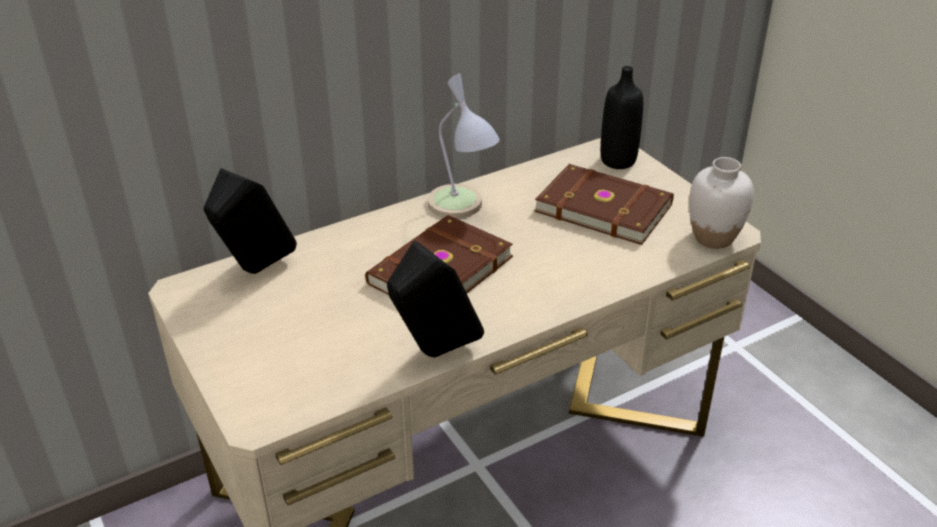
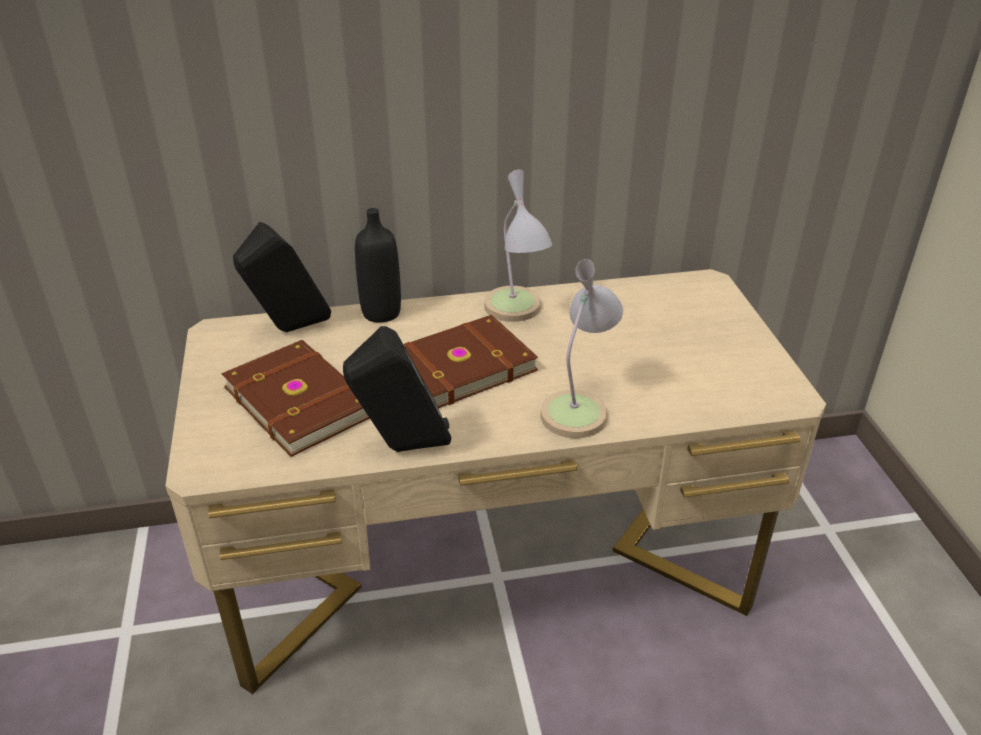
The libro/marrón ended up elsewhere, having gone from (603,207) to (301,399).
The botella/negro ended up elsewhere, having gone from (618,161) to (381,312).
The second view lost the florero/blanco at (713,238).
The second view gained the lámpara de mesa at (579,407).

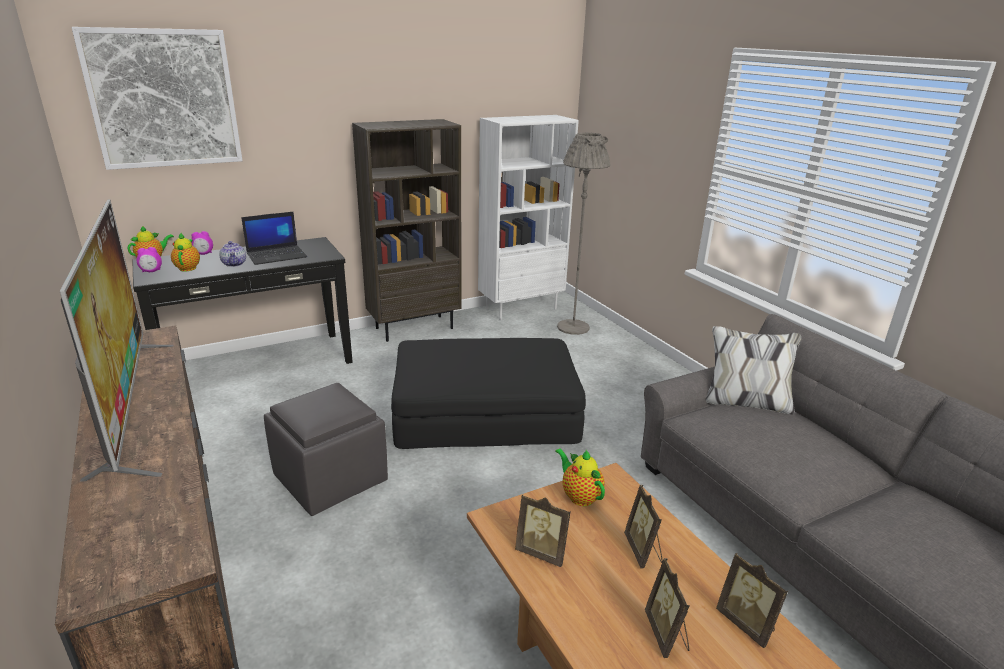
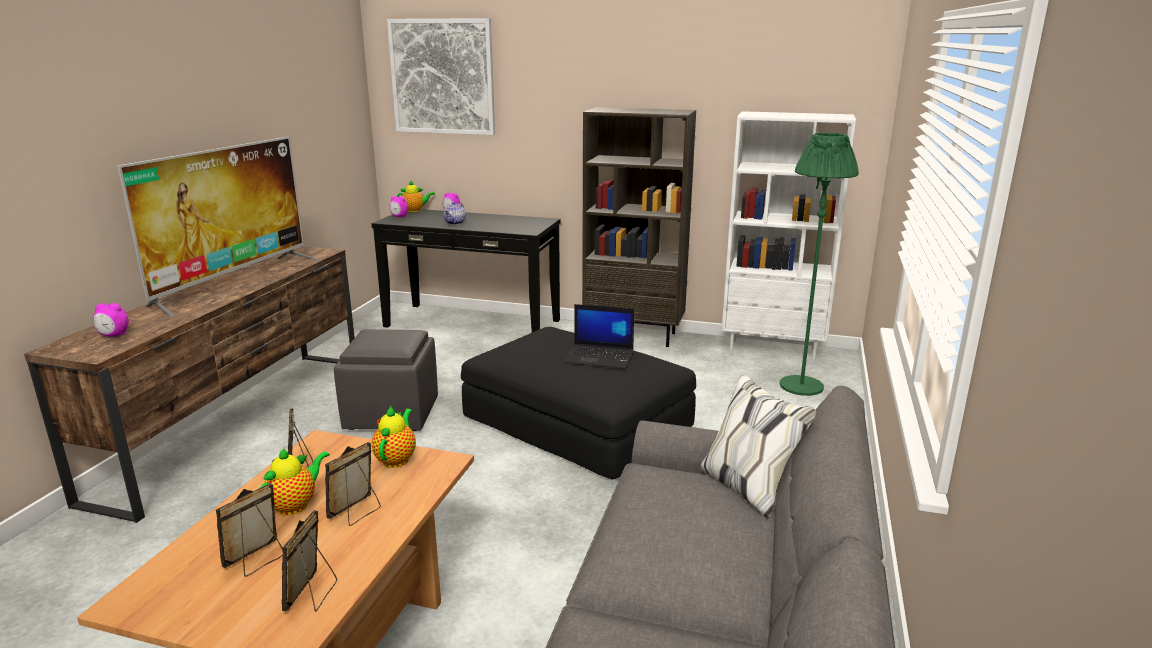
The tetera ended up elsewhere, having gone from (188,268) to (295,505).
The portátil ended up elsewhere, having gone from (277,255) to (600,357).
What was the lámpara de pie/gris at (573,327) turned into the lámpara de pie/verde at (801,386).
The second view gained the despertador at (114,335).

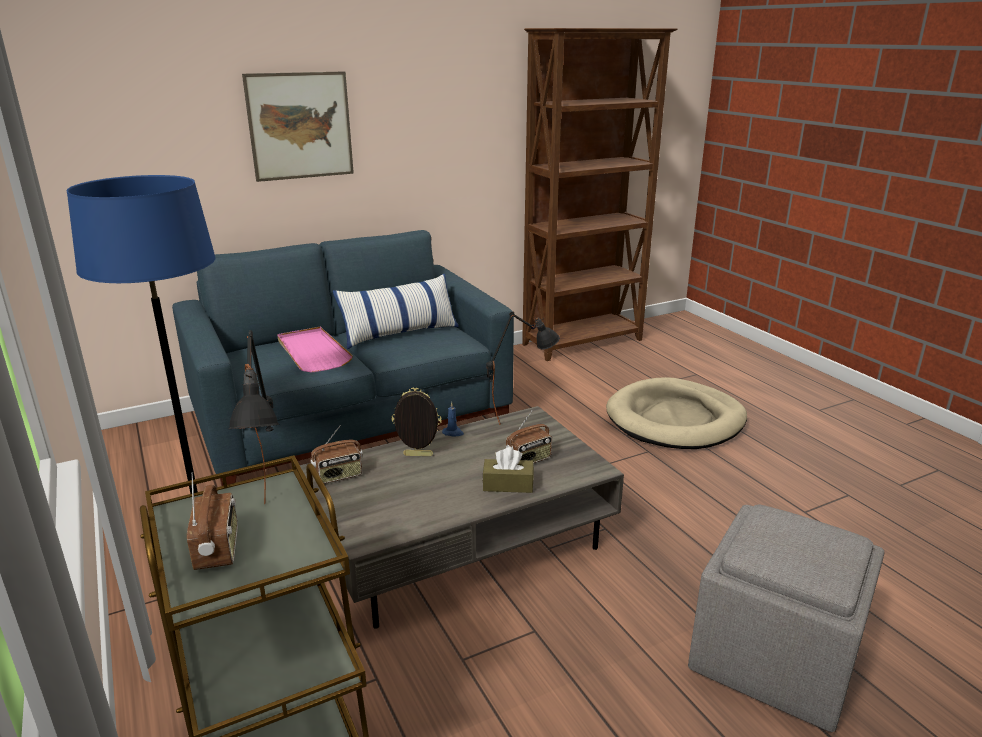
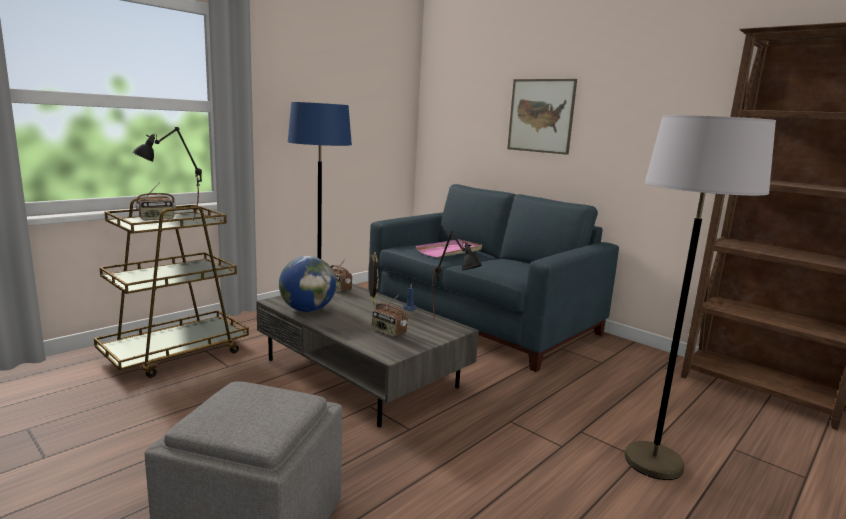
The second view lost the cojín at (399,333).
The second view lost the caja de pañuelos/marrón at (508,484).
Where the cama para perro/beis stood at (675,419), the lámpara de pie/gris came to stand at (653,462).
The second view gained the globo terráqueo at (307,310).

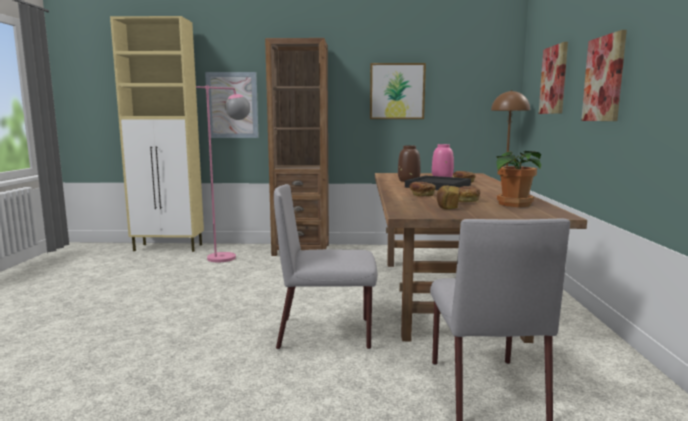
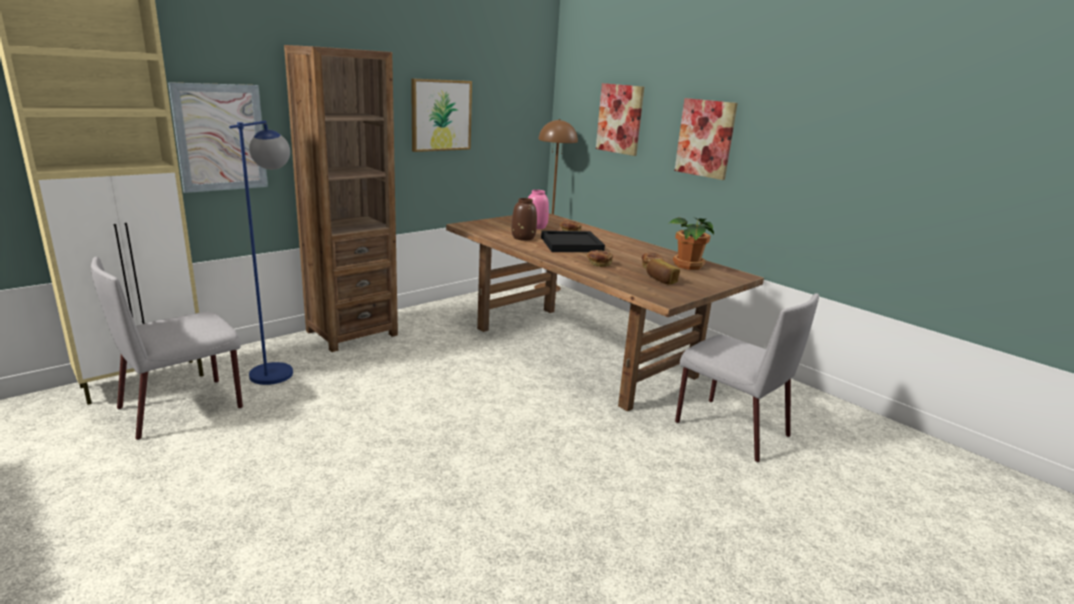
What was the lámpara de pie/rosa at (230,256) turned into the lámpara de pie/azul at (278,368).
The silla/gris ended up elsewhere, having gone from (327,333) to (183,407).

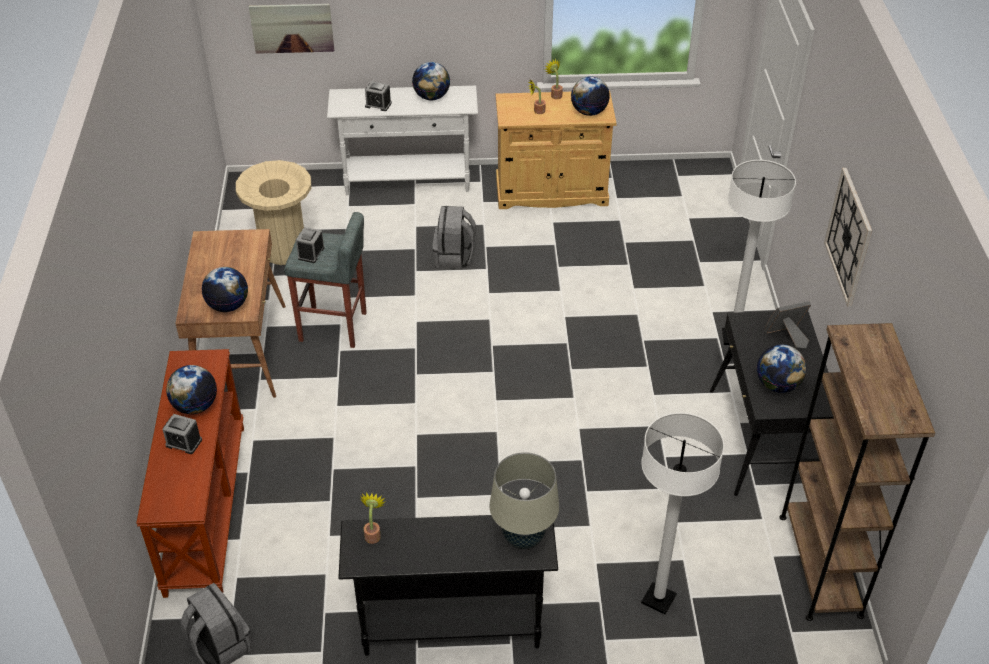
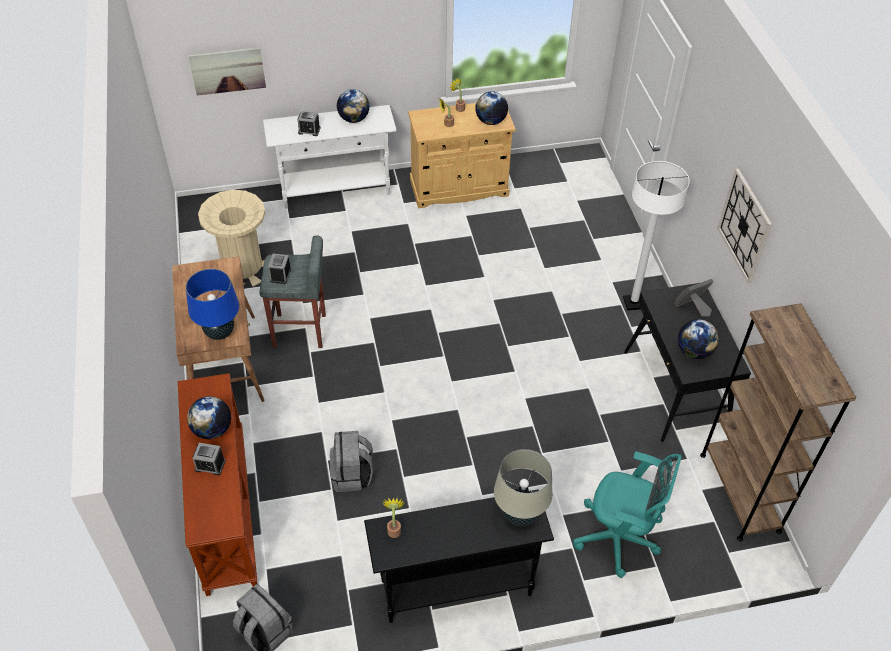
Where the globo terráqueo stood at (228,305), the lámpara de mesa/azul came to stand at (219,332).
The mochila/gris ended up elsewhere, having gone from (454,257) to (352,475).
Where the lámpara de pie/blanco stood at (658,599), the silla de oficina/turquesa came to stand at (619,539).

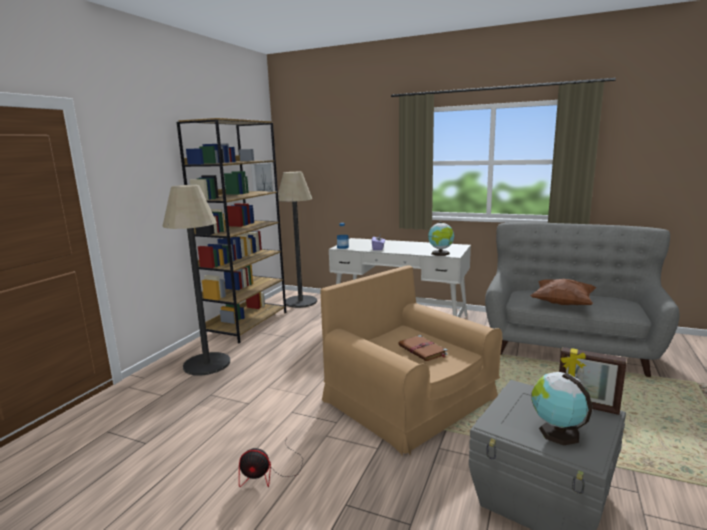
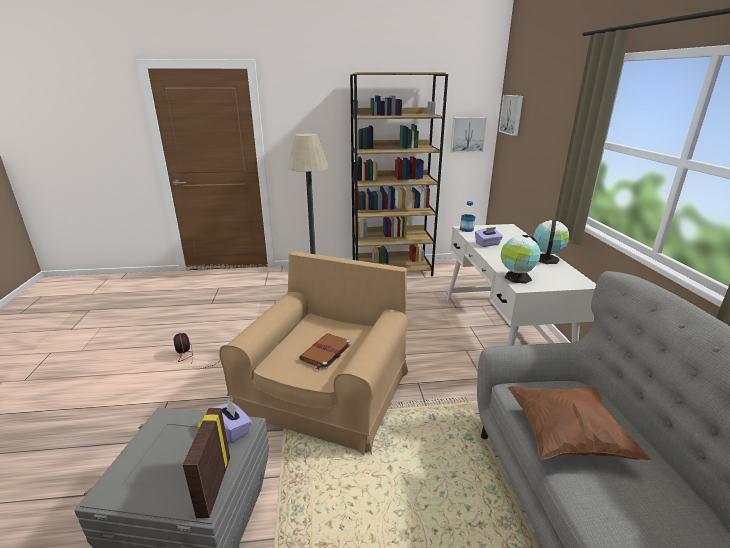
The second view lost the lámpara de pie at (300,302).
The globo terráqueo ended up elsewhere, having gone from (557,432) to (546,259).
The second view gained the caja de pañuelos/morado at (232,429).
The second view gained the cuadro at (512,114).

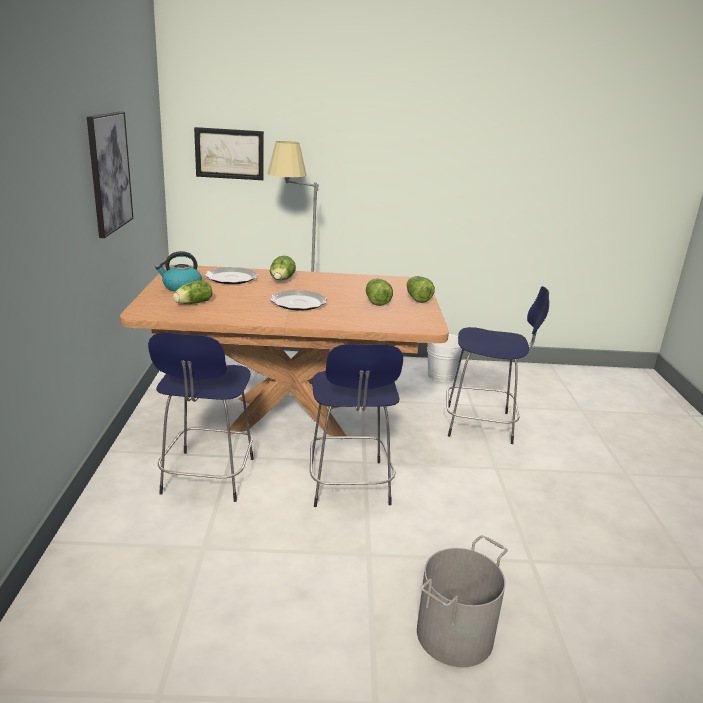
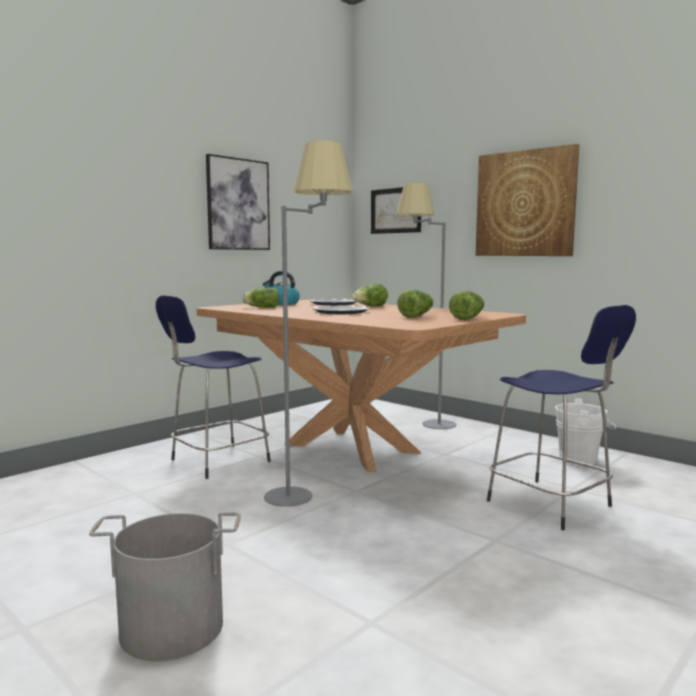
Where the taburete/azul stood at (349,485), the lámpara de pie/gris came to stand at (309,499).
The second view gained the cuadro at (525,204).

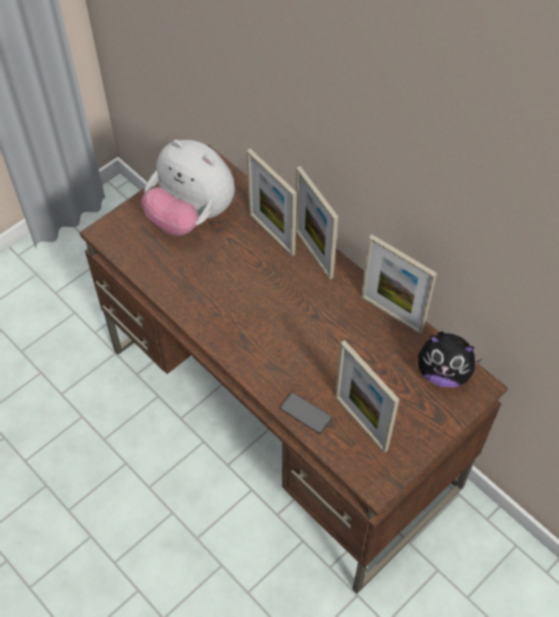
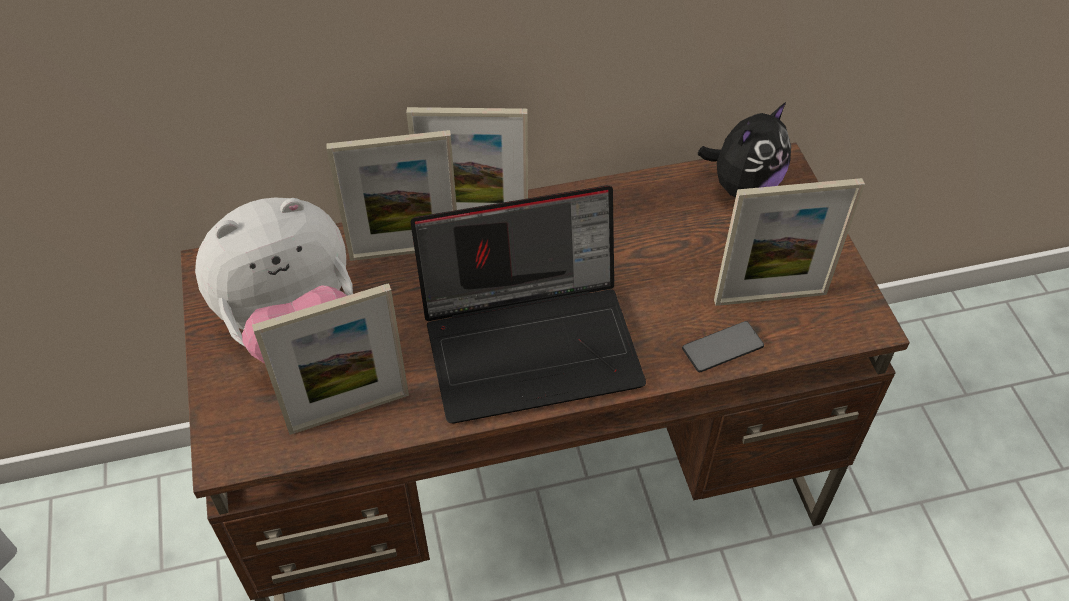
The portarretratos ended up elsewhere, having gone from (391,314) to (349,411).
The second view gained the portátil at (533,340).

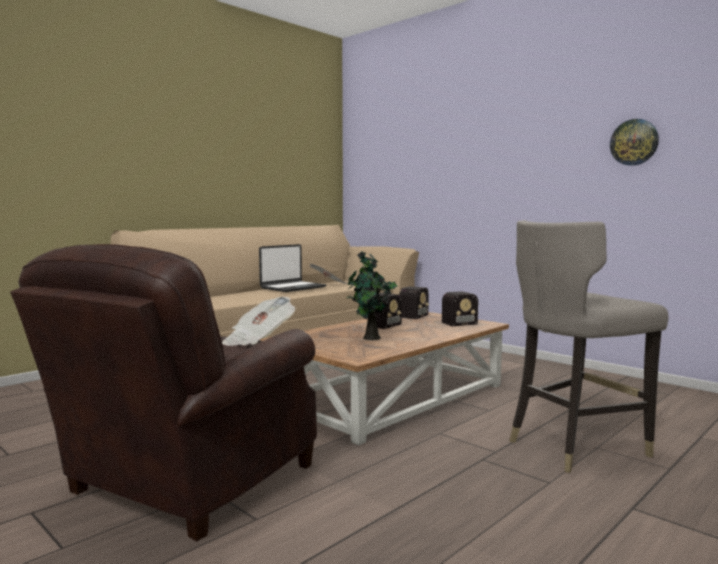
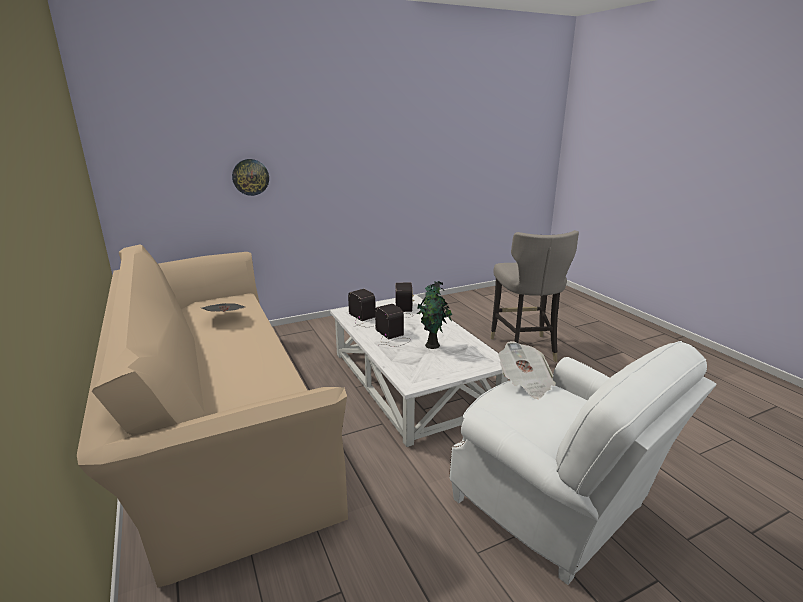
What was the sillón/marrón at (186,483) turned into the sillón/blanco at (555,507).
The second view lost the portátil at (292,287).
What was the mesa de centro/marrón at (390,396) turned into the mesa de centro/blanco at (410,382).
The reloj de pared ended up elsewhere, having gone from (634,142) to (250,177).

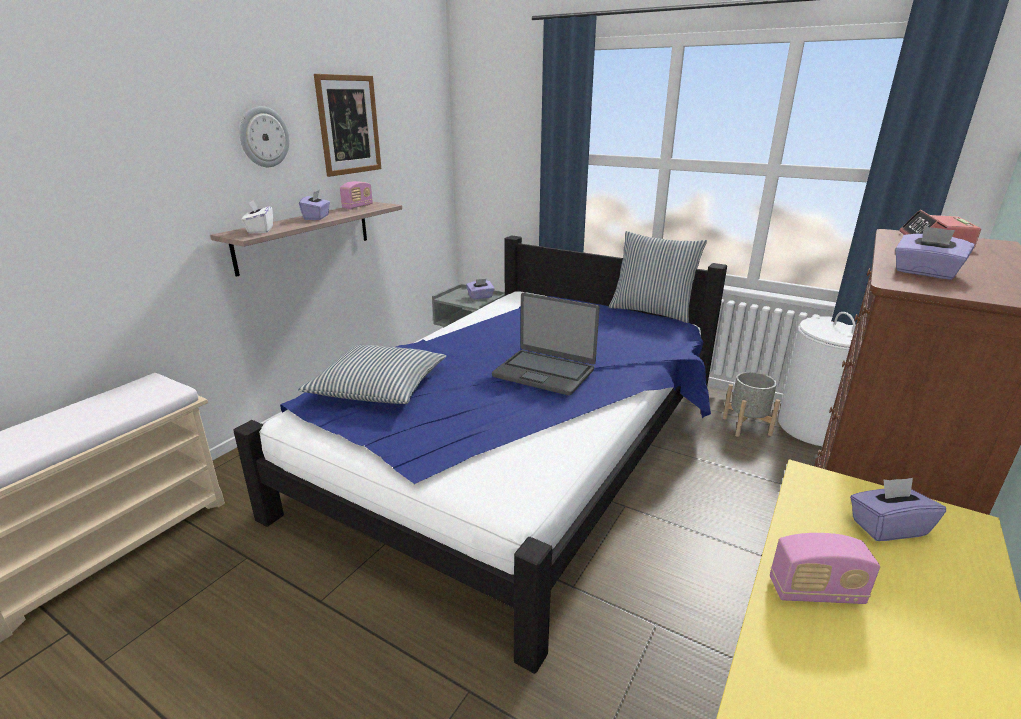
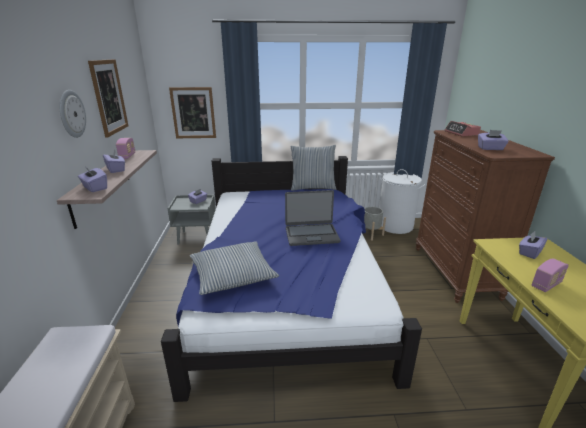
What was the caja de pañuelos/blanco at (260,230) turned into the caja de pañuelos/morado at (95,188).
The second view gained the cuadro at (193,113).

